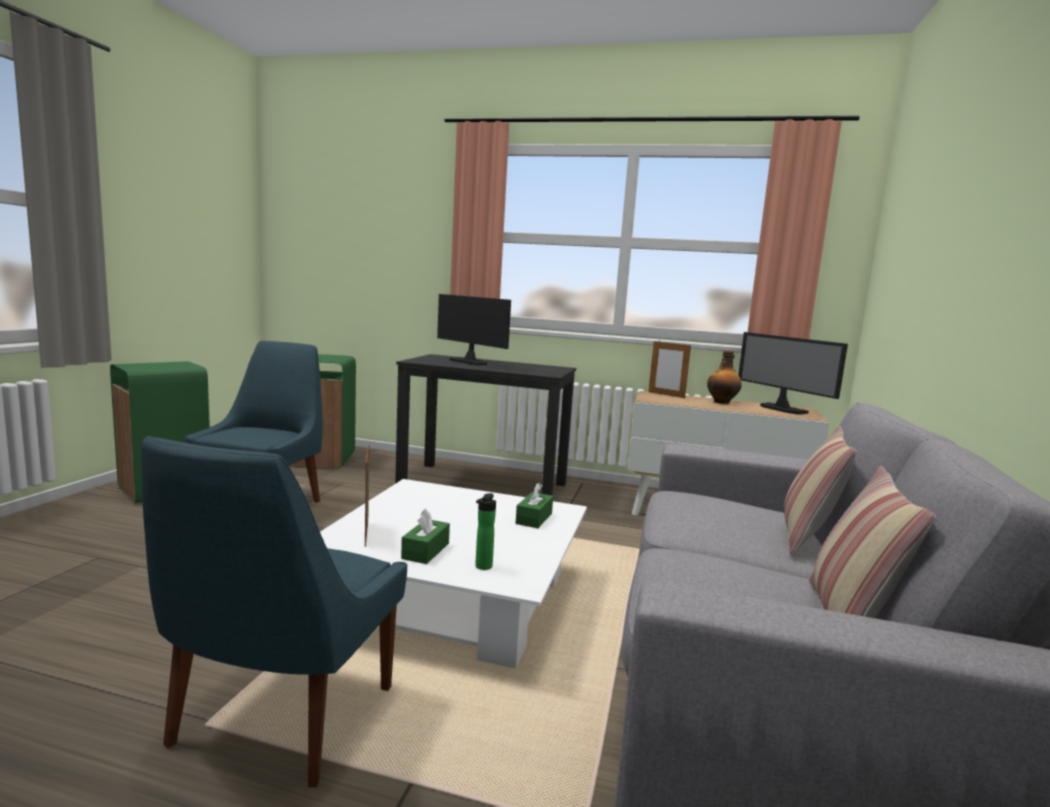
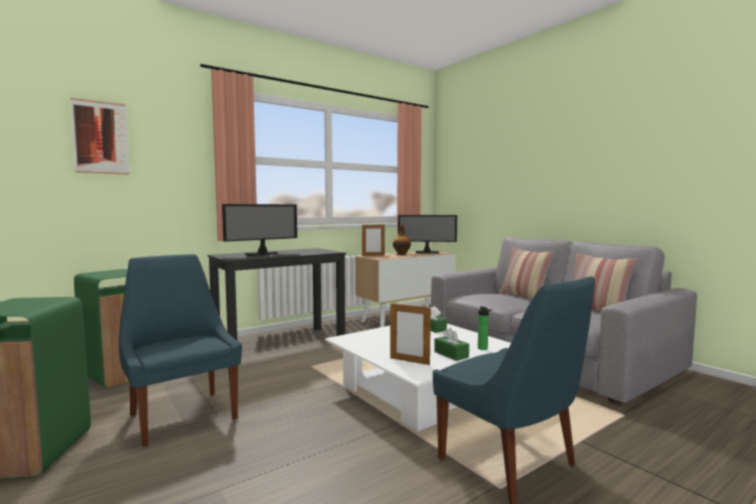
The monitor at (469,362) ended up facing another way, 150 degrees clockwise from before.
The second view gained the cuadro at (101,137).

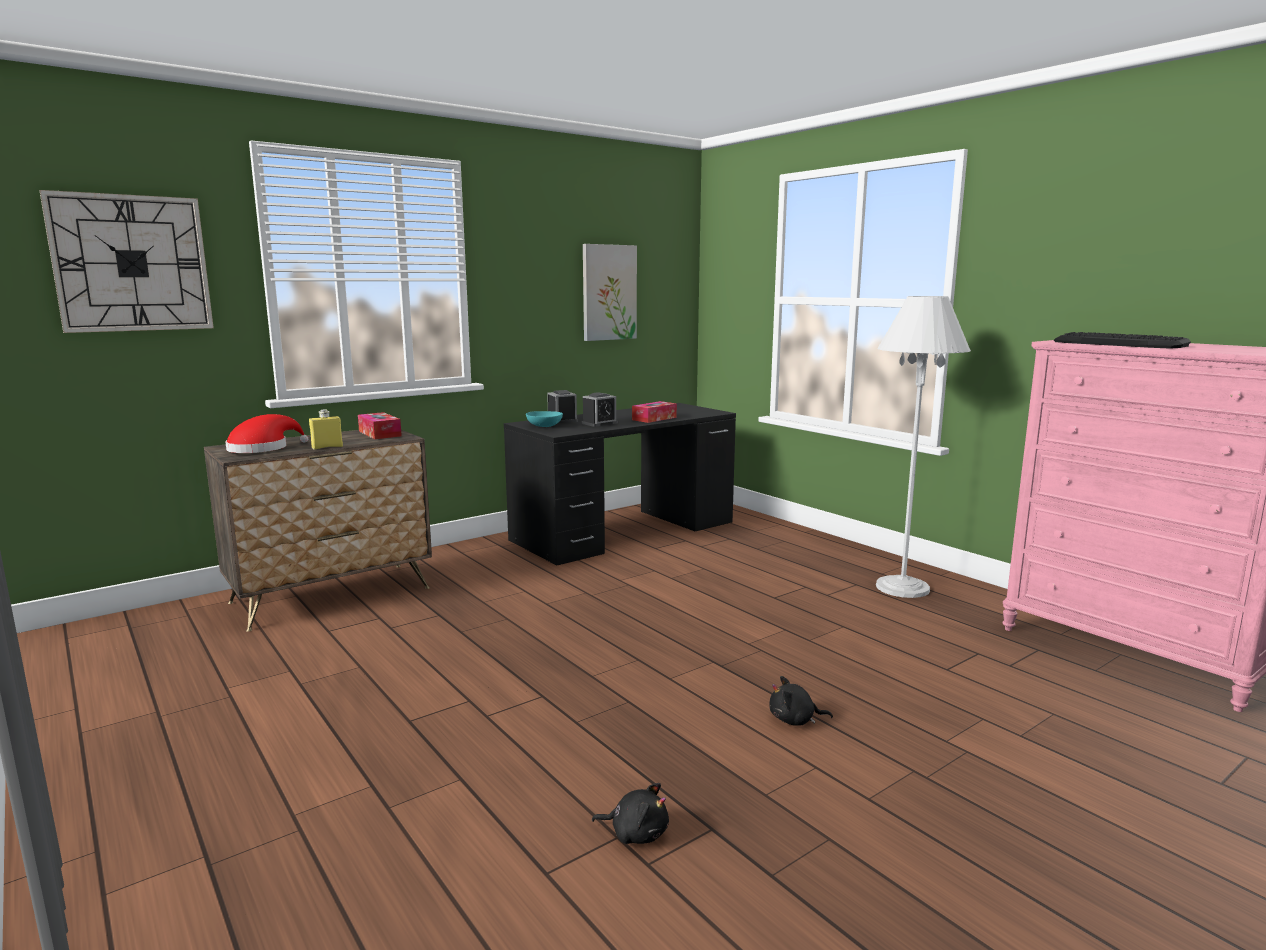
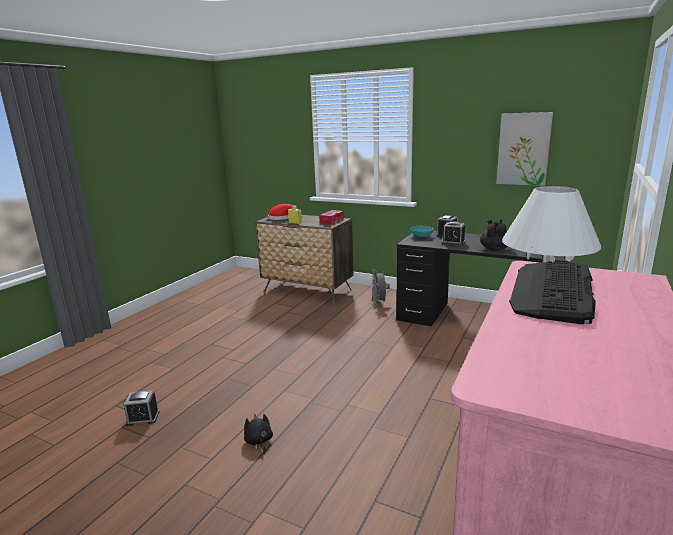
The second view lost the reloj de pared at (131,263).
Where the peluche/negro stood at (636,833), the despertador came to stand at (143,418).
Where the caja de pañuelos stood at (654,418), the tetera/negro came to stand at (495,248).
The second view gained the ventilador/gris at (379,302).

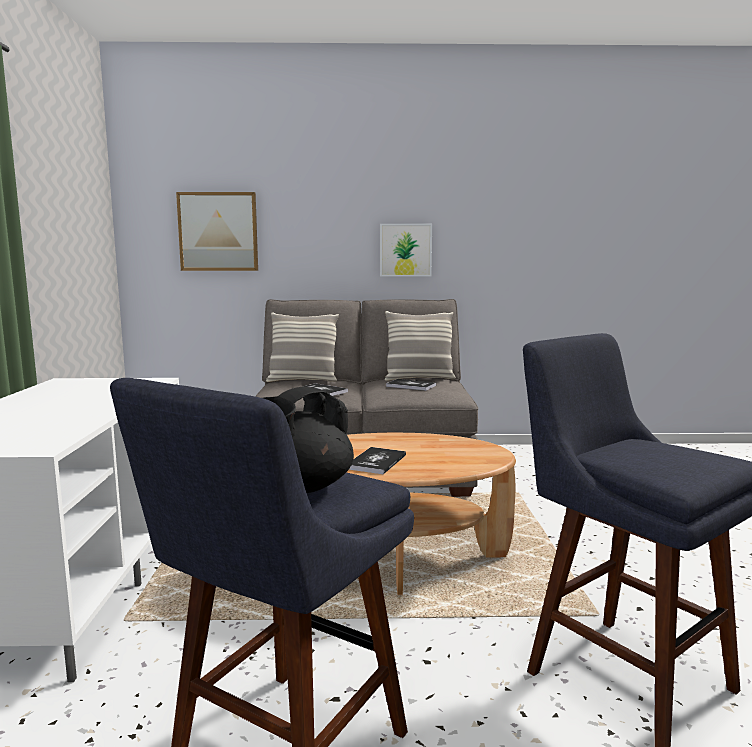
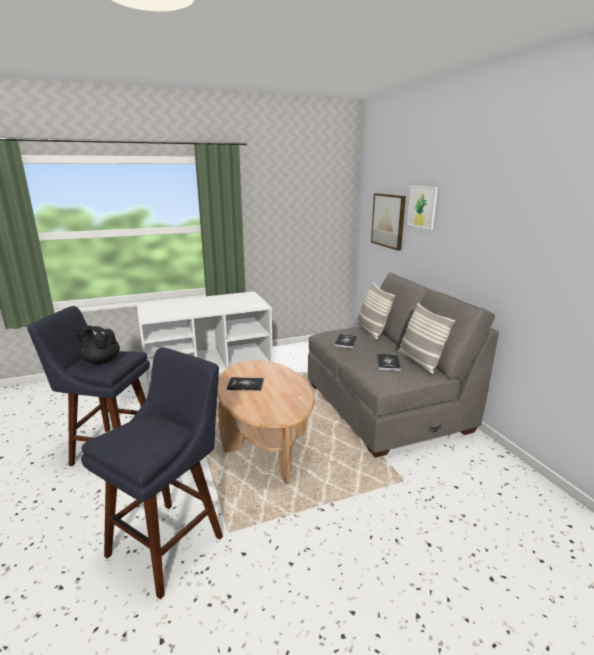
The cuadro ended up elsewhere, having gone from (405,250) to (422,207).

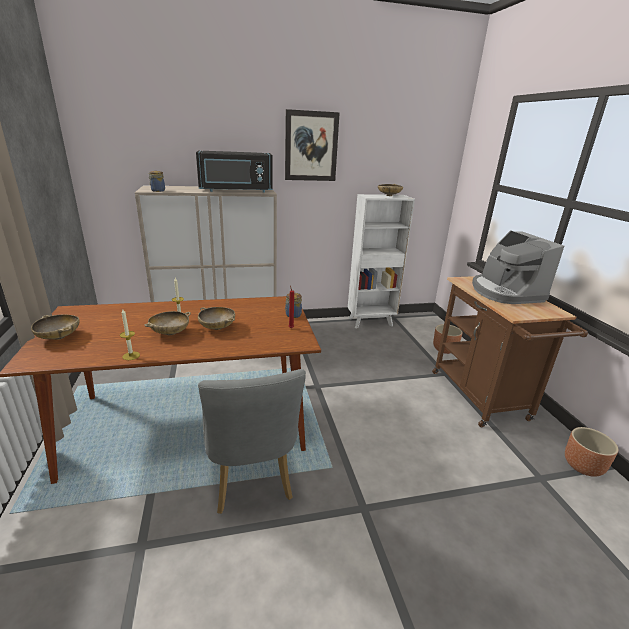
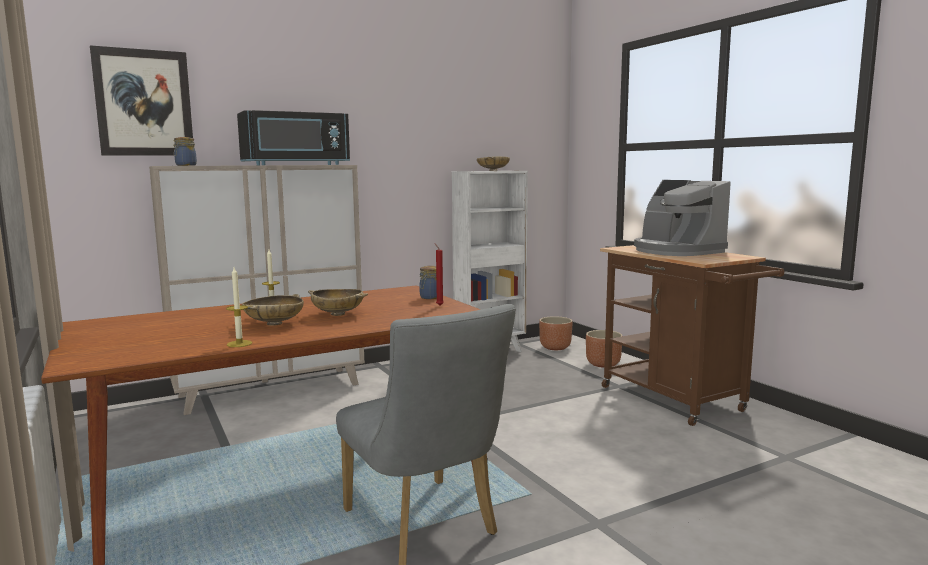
The second view lost the cuenco/beis at (59,337).
The cuadro ended up elsewhere, having gone from (311,146) to (144,103).
The maceta/marrón ended up elsewhere, having gone from (583,466) to (555,348).

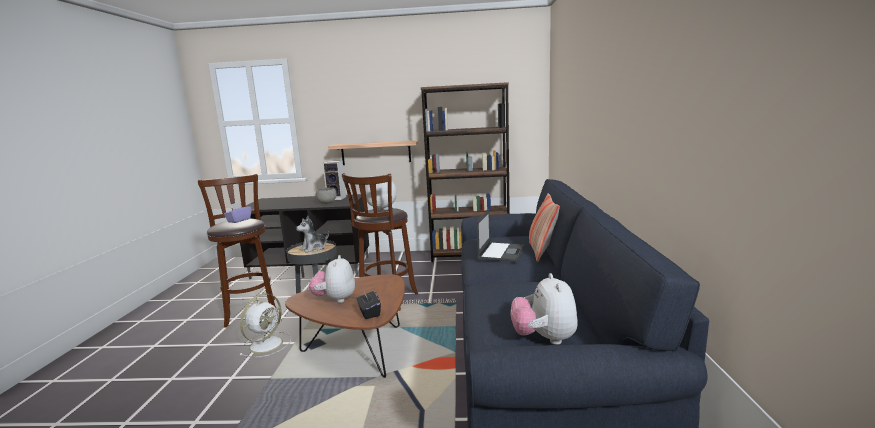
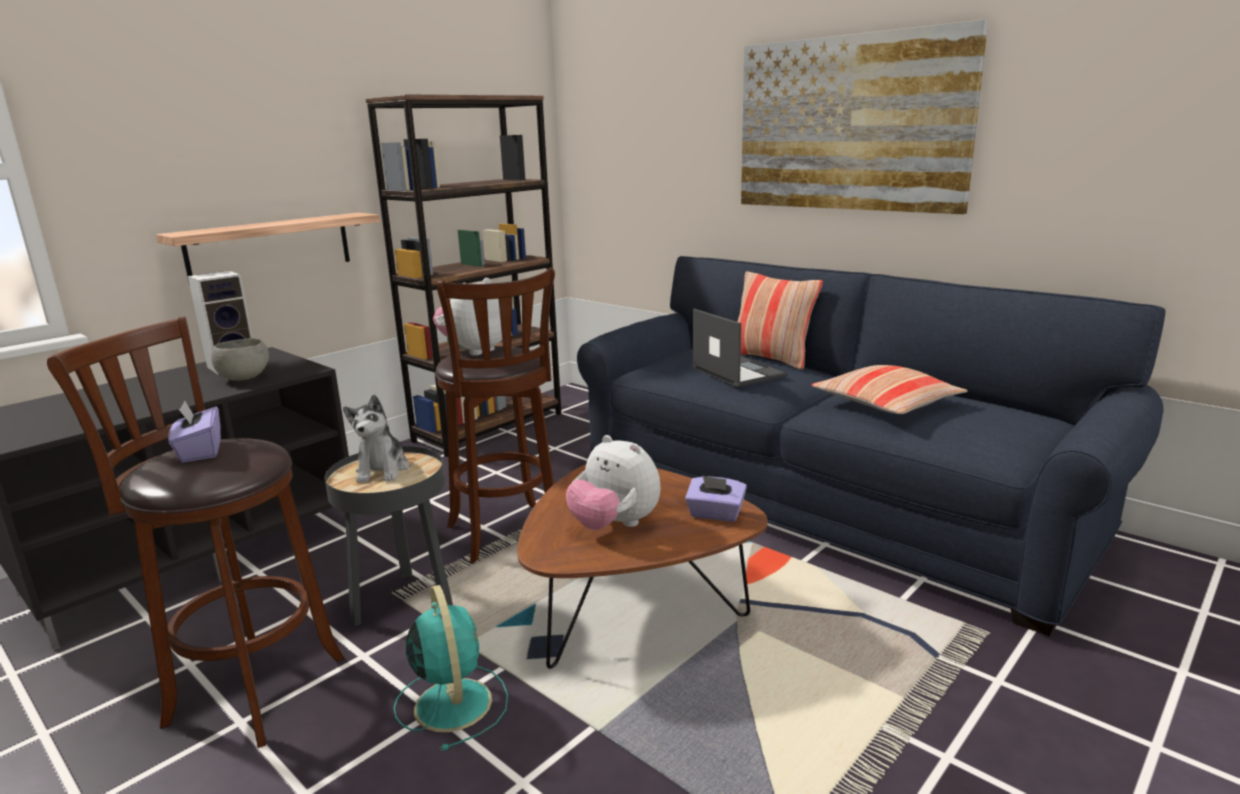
What was the ventilador/blanco at (267,344) turned into the ventilador/turquesa at (452,702).
What was the caja de pañuelos/negro at (369,313) turned into the caja de pañuelos/morado at (715,514).
The second view lost the peluche at (544,339).
The second view gained the cuadro at (850,124).
The second view gained the cojín at (886,403).

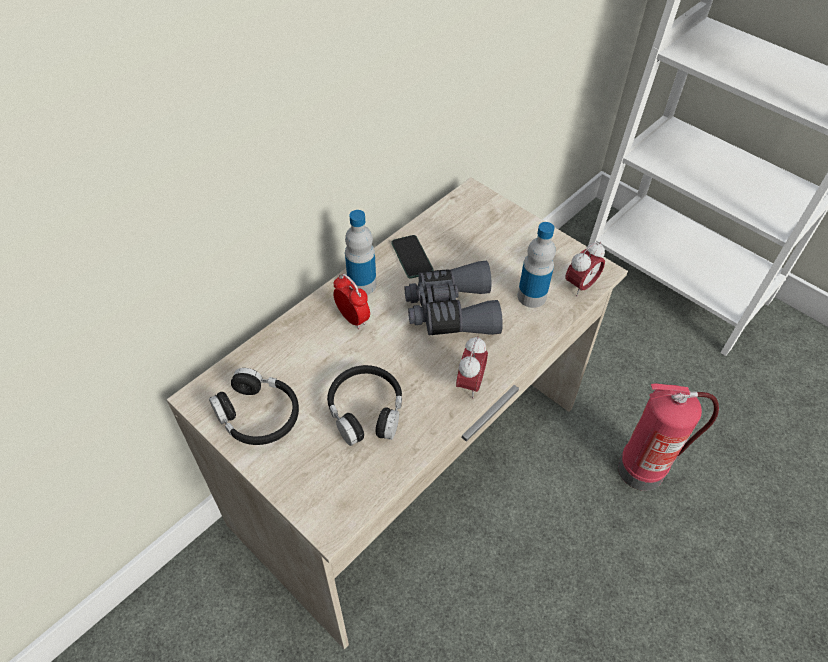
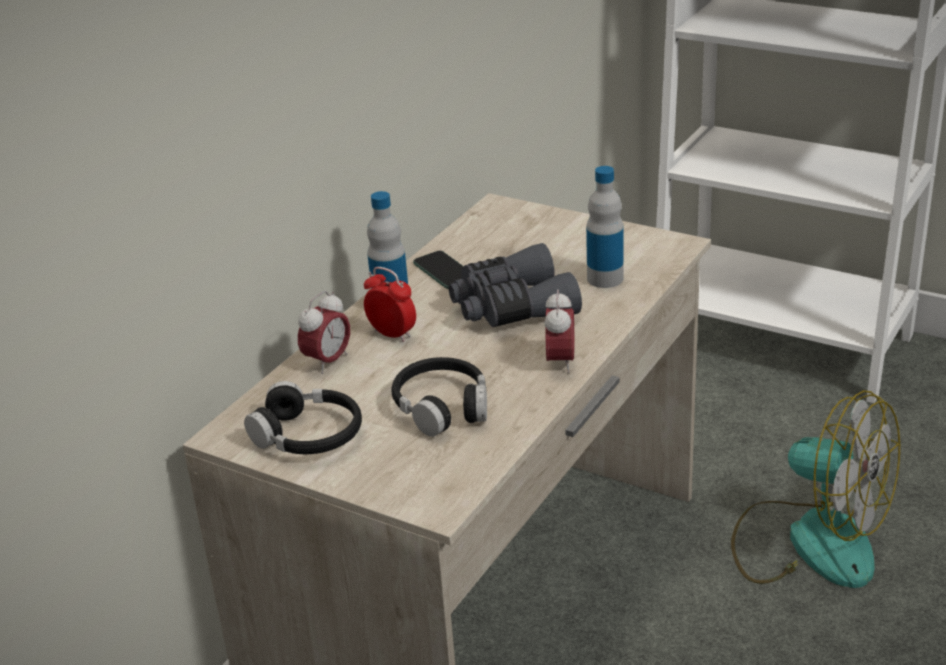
The despertador ended up elsewhere, having gone from (580,285) to (328,361).
Where the extintor stood at (643,468), the ventilador came to stand at (809,541).

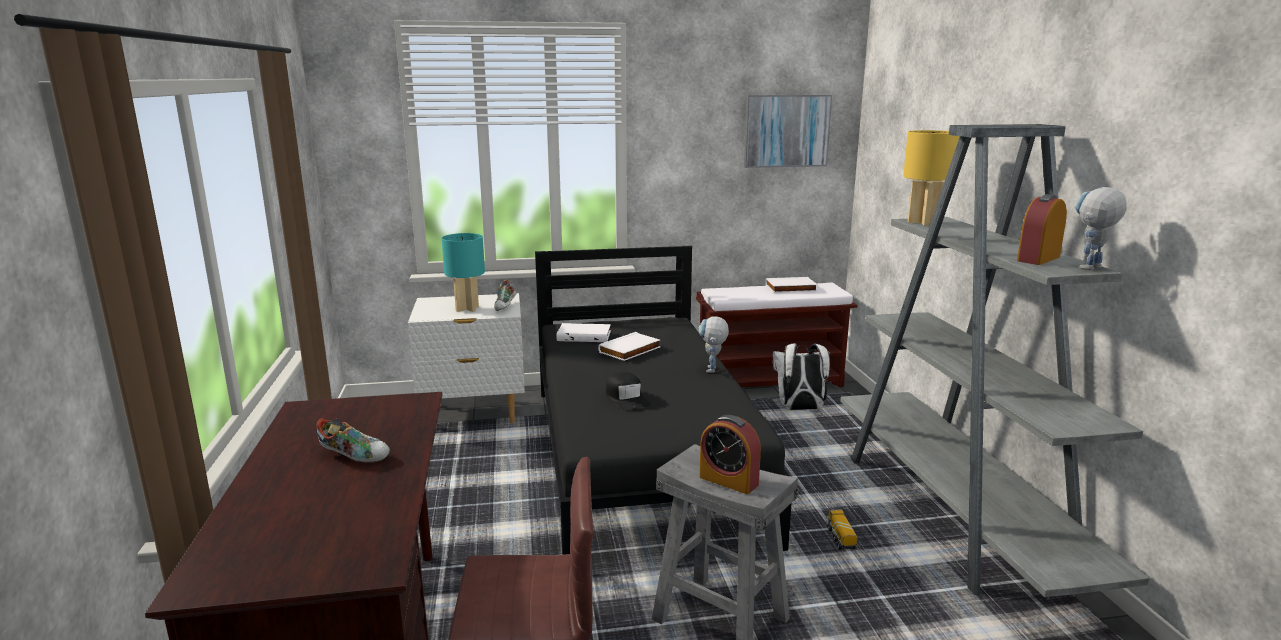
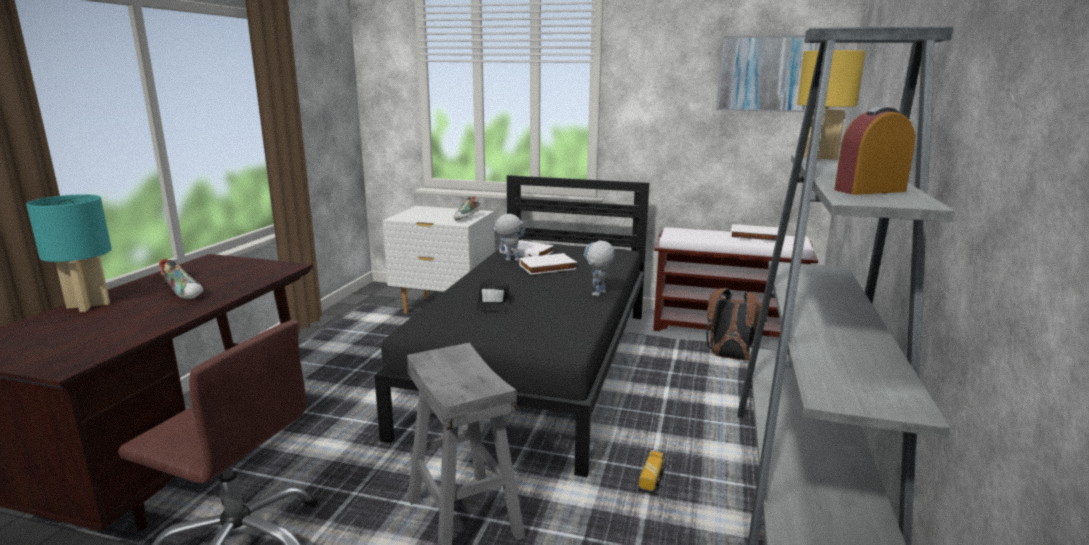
The lámpara de mesa/turquesa ended up elsewhere, having gone from (466,309) to (88,305).
The second view lost the despertador at (728,480).
What was the mochila/blanco at (799,409) turned into the mochila/marrón at (730,357).
The robot de juguete ended up elsewhere, having gone from (1089,269) to (508,260).

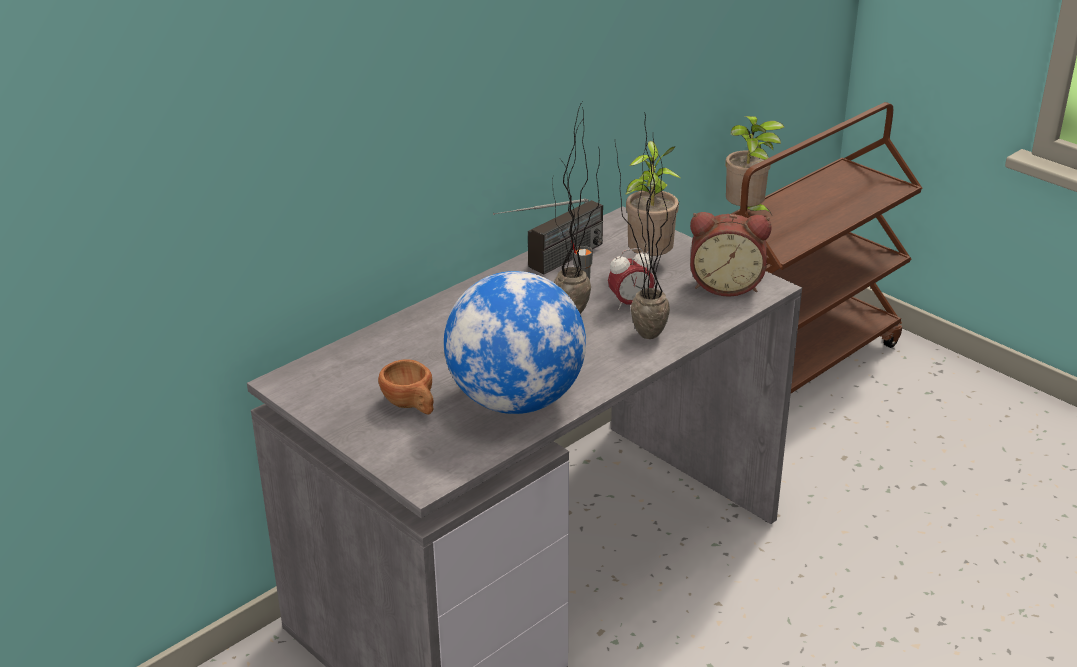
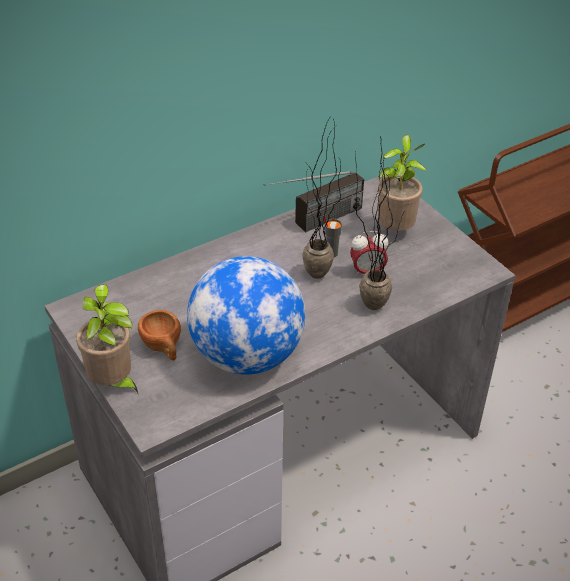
The second view lost the despertador at (726,285).
The planta en maceta ended up elsewhere, having gone from (747,213) to (113,384).

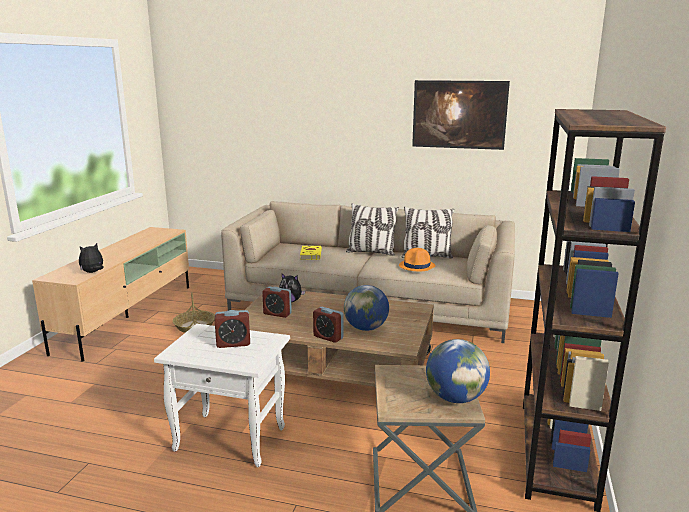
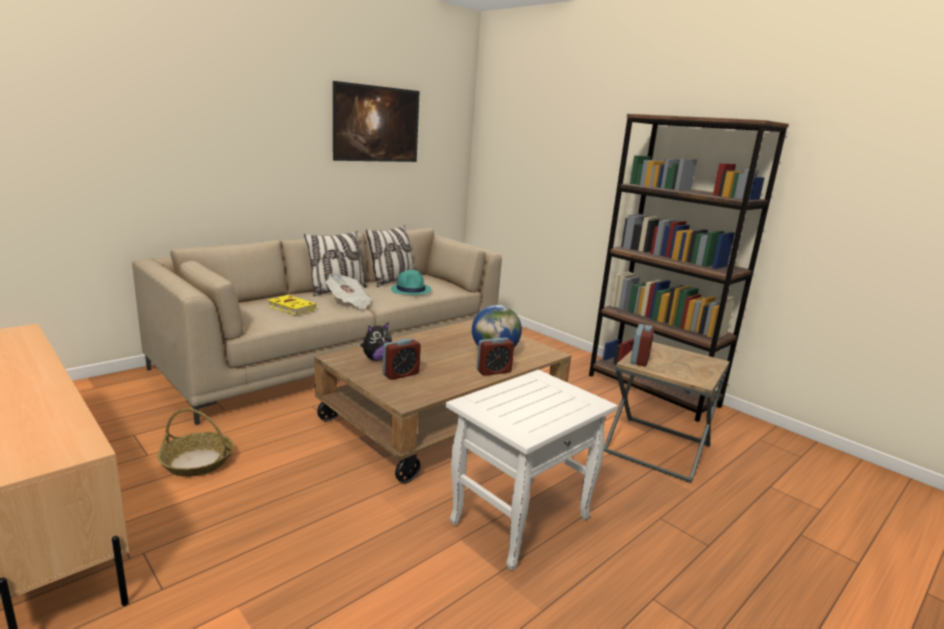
The second view lost the peluche at (93,272).
The despertador ended up elsewhere, having gone from (233,343) to (639,360).
What was the sombrero/naranja at (417,266) turned into the sombrero/turquesa at (411,290).
The second view lost the globo terráqueo at (455,398).
The second view gained the periódico at (349,303).

